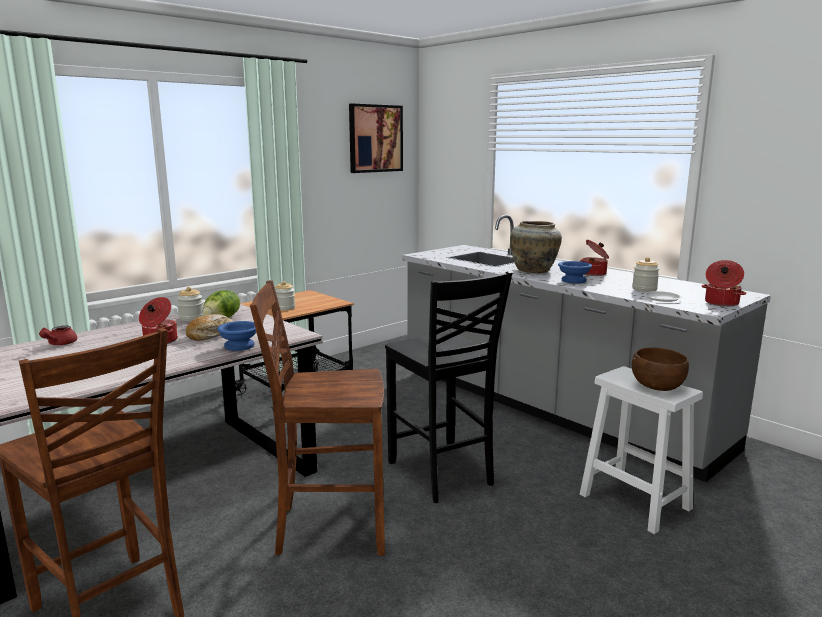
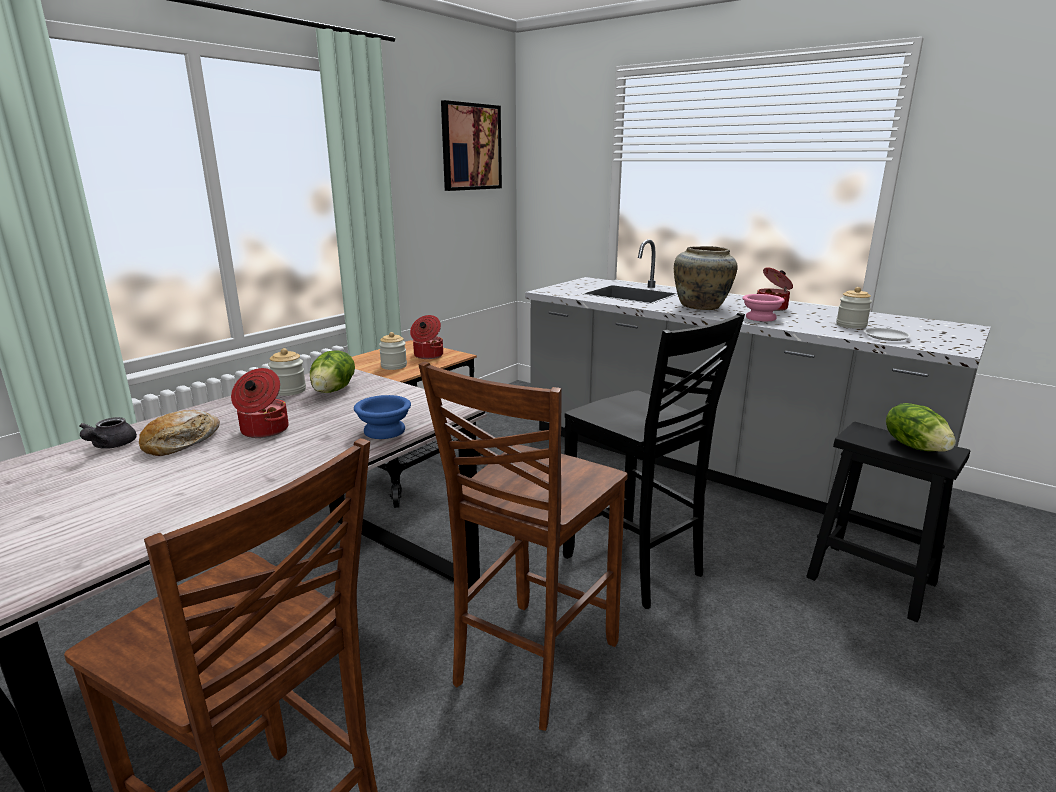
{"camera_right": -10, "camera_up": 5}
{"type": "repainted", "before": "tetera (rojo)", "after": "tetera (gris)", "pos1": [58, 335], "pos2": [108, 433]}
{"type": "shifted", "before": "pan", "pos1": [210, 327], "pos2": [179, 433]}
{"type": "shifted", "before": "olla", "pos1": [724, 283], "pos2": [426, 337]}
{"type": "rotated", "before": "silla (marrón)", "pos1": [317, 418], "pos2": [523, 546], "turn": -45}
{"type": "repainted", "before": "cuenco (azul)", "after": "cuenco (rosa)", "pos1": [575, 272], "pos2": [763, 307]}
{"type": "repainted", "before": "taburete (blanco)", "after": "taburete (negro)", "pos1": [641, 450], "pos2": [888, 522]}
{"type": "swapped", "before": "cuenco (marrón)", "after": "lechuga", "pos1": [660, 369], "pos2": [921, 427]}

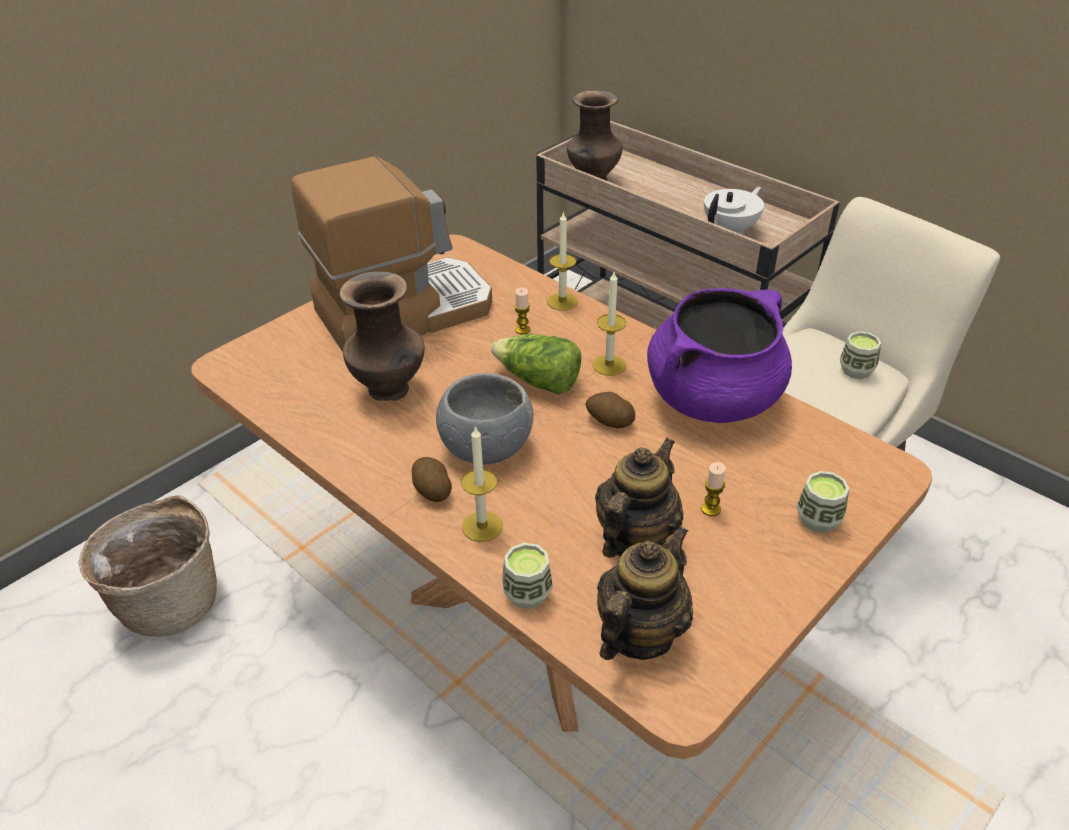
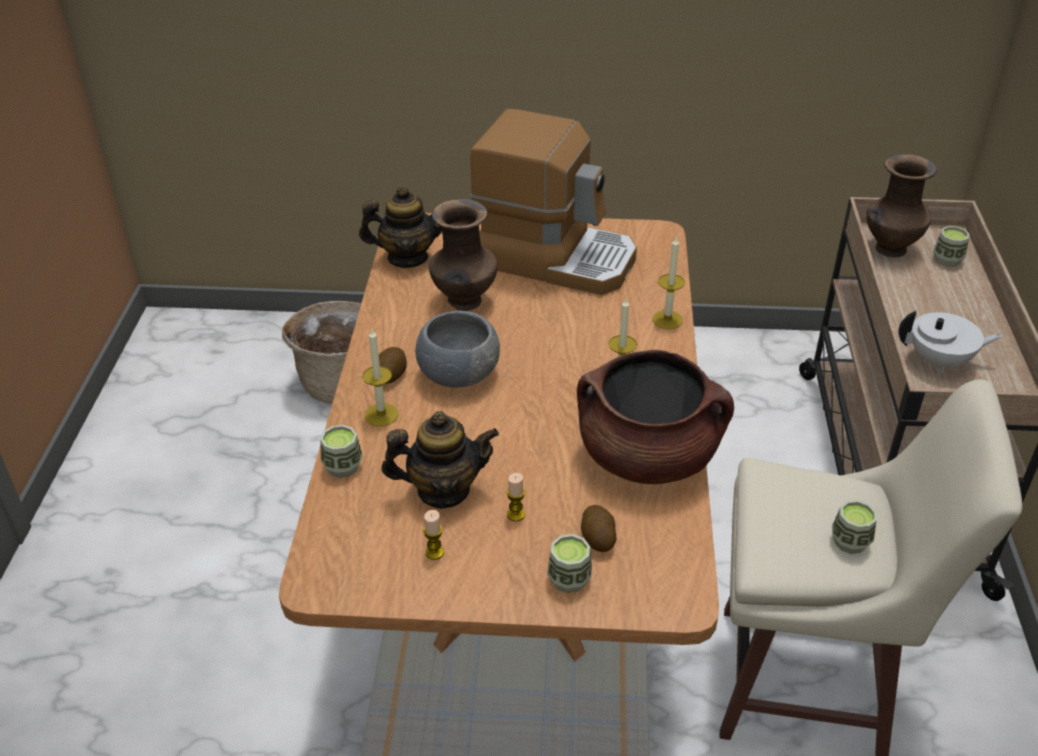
{"camera_right": 50, "camera_up": 0}
{"type": "shifted", "before": "tetera", "pos1": [645, 592], "pos2": [400, 227]}
{"type": "shifted", "before": "vela", "pos1": [522, 310], "pos2": [433, 535]}
{"type": "repainted", "before": "olla (morado)", "after": "olla (marrón)", "pos1": [719, 355], "pos2": [655, 417]}
{"type": "shifted", "before": "patata", "pos1": [610, 410], "pos2": [598, 528]}
{"type": "new", "after": "taza", "pos2": [951, 246]}
{"type": "gone", "before": "lechuga", "pos1": [536, 364]}

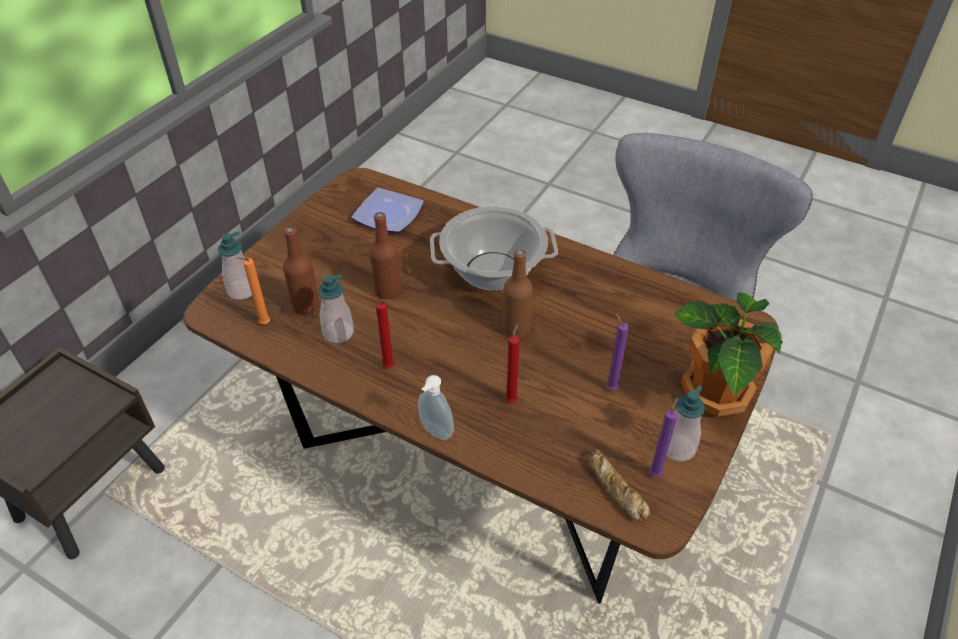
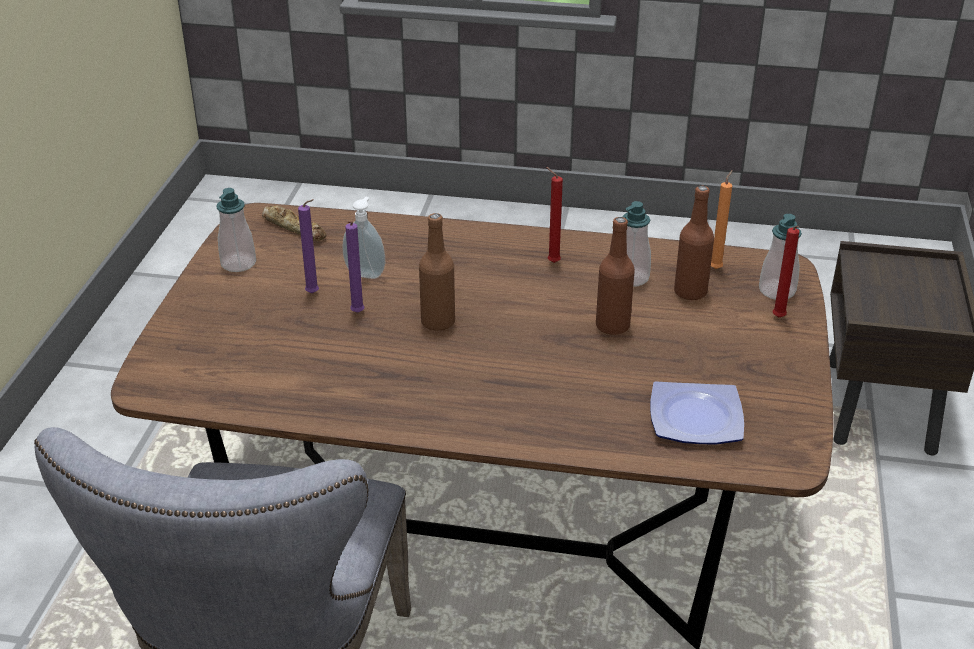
{"camera_right": 160, "camera_up": -10}
{"type": "shifted", "before": "dispensador de jabón", "pos1": [436, 407], "pos2": [363, 238]}
{"type": "shifted", "before": "vela (morado)", "pos1": [663, 437], "pos2": [354, 267]}
{"type": "shifted", "before": "vela (rojo)", "pos1": [512, 363], "pos2": [786, 272]}
{"type": "gone", "before": "olla", "pos1": [494, 248]}
{"type": "gone", "before": "planta en maceta", "pos1": [728, 354]}

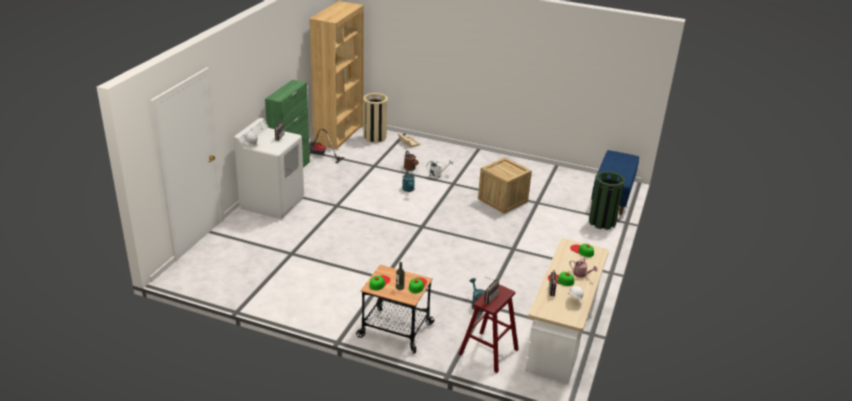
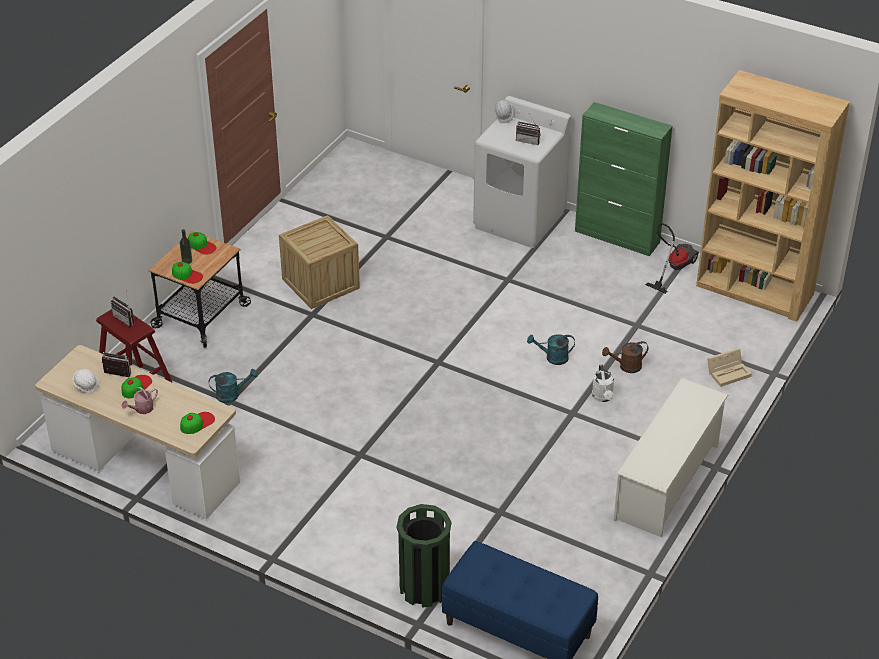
{"camera_right": 100, "camera_up": 10}
{"type": "shifted", "before": "caja de embalaje", "pos1": [505, 186], "pos2": [319, 262]}
{"type": "new", "after": "zapatero (blanco)", "pos2": [671, 457]}
{"type": "gone", "before": "papelera (beis)", "pos1": [375, 118]}

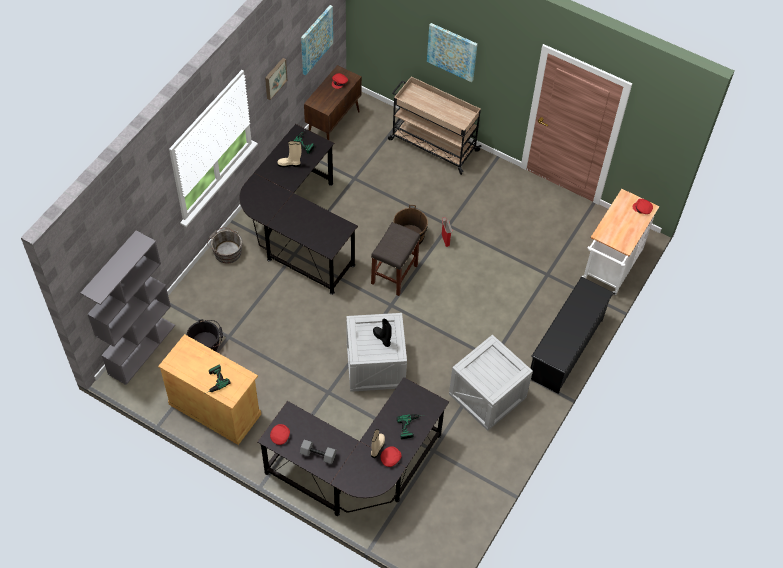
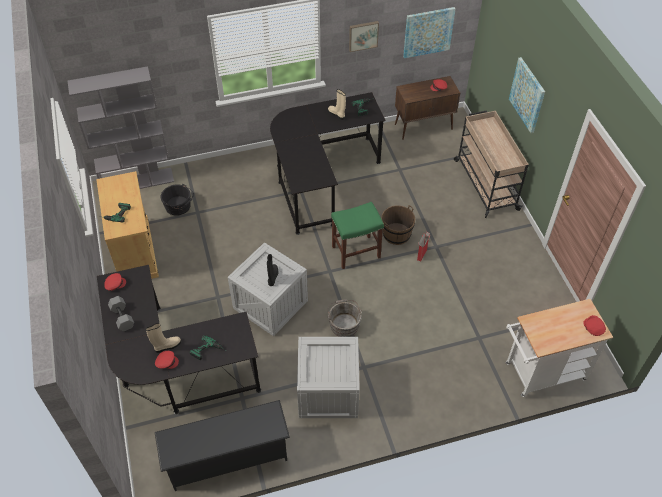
{"camera_right": 45, "camera_up": -5}
{"type": "shifted", "before": "zapatero (negro)", "pos1": [572, 335], "pos2": [222, 445]}
{"type": "shifted", "before": "cubo (gris)", "pos1": [224, 245], "pos2": [345, 318]}
{"type": "repainted", "before": "taburete (gris)", "after": "taburete (verde)", "pos1": [395, 259], "pos2": [357, 235]}

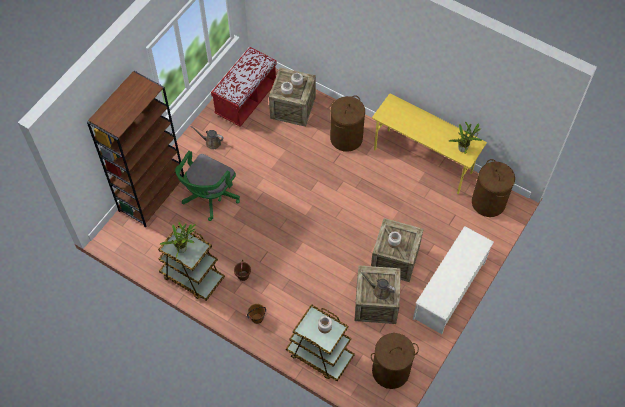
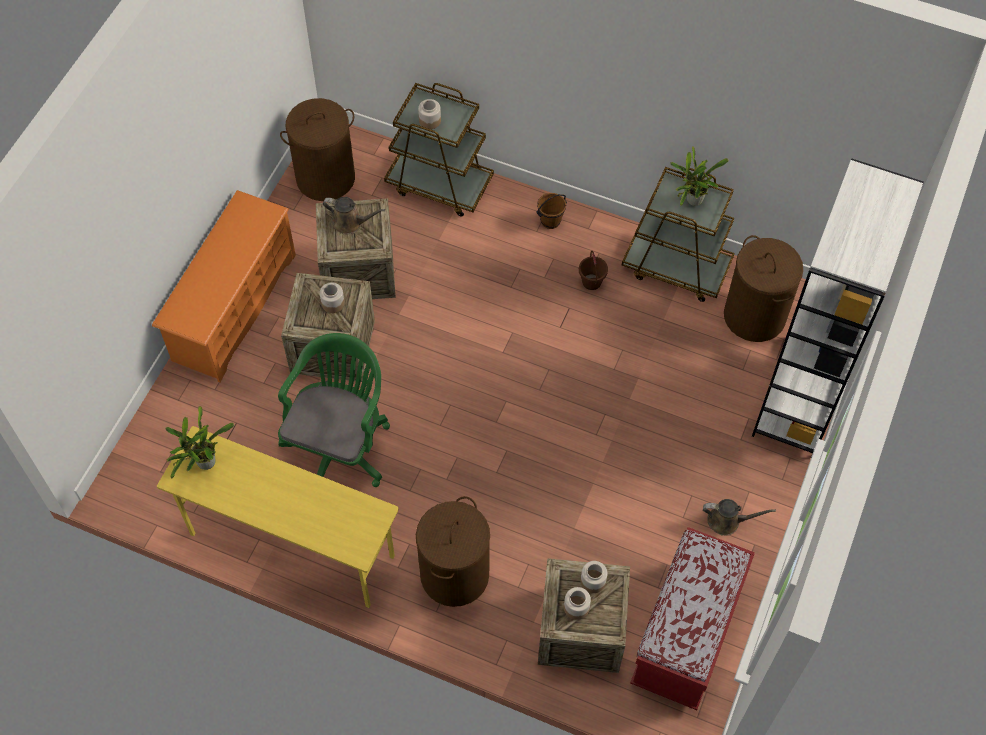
{"camera_right": 170, "camera_up": 0}
{"type": "repainted", "before": "zapatero (blanco)", "after": "zapatero (naranja)", "pos1": [453, 280], "pos2": [224, 286]}
{"type": "shifted", "before": "silla de oficina (verde)", "pos1": [207, 186], "pos2": [334, 410]}
{"type": "shifted", "before": "cesto de la ropa (marrón)", "pos1": [493, 188], "pos2": [763, 288]}
{"type": "repainted", "before": "estantería (marrón)", "after": "estantería (blanco)", "pos1": [135, 149], "pos2": [838, 307]}

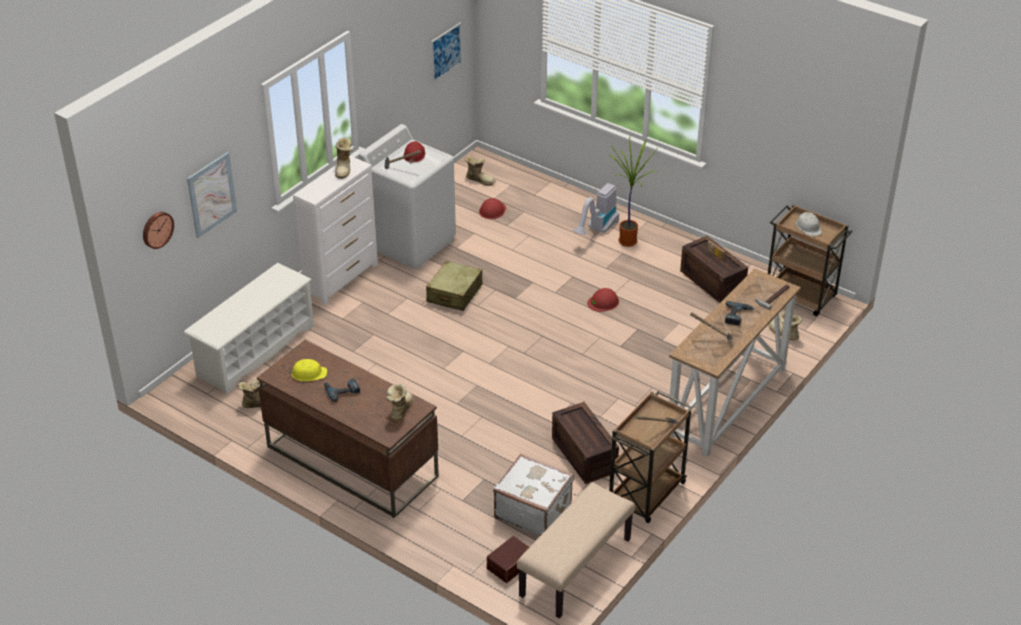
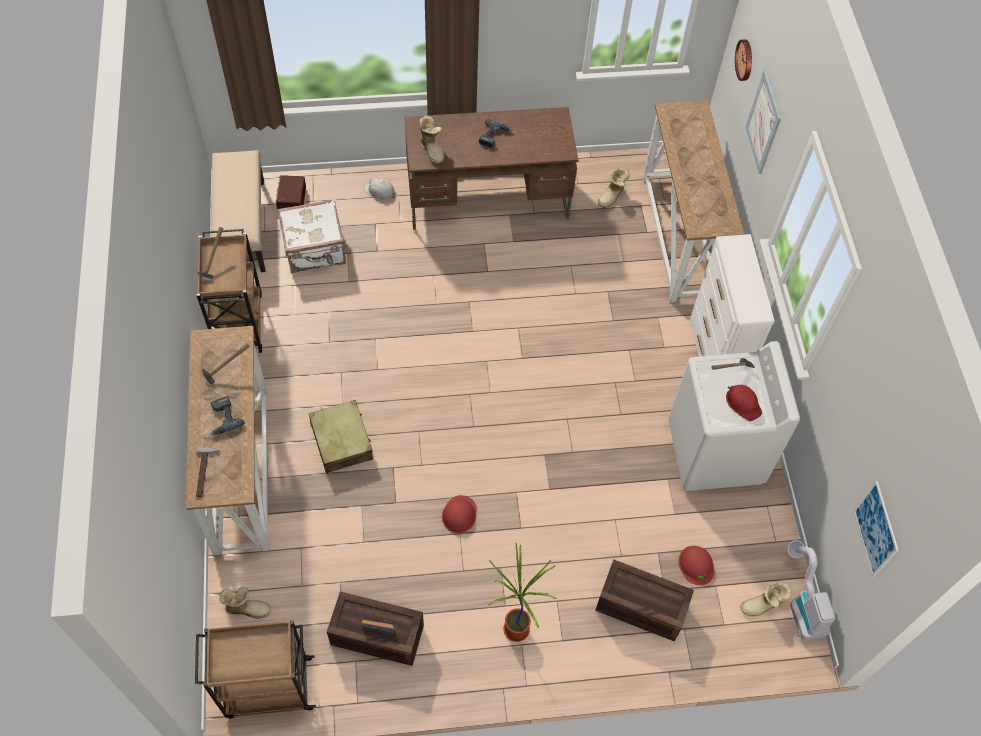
{"camera_right": 135, "camera_up": 20}
{"type": "shifted", "before": "maleta (beis)", "pos1": [454, 286], "pos2": [340, 436]}
{"type": "shifted", "before": "casco (blanco)", "pos1": [809, 224], "pos2": [380, 189]}
{"type": "shifted", "before": "caja de embalaje", "pos1": [585, 443], "pos2": [644, 600]}
{"type": "swapped", "before": "zapatero (blanco)", "after": "mesa consola", "pos1": [249, 329], "pos2": [693, 201]}
{"type": "shifted", "before": "aspiradora", "pos1": [596, 208], "pos2": [811, 590]}
{"type": "gone", "before": "casco (amarillo)", "pos1": [308, 370]}
{"type": "gone", "before": "bota", "pos1": [344, 158]}

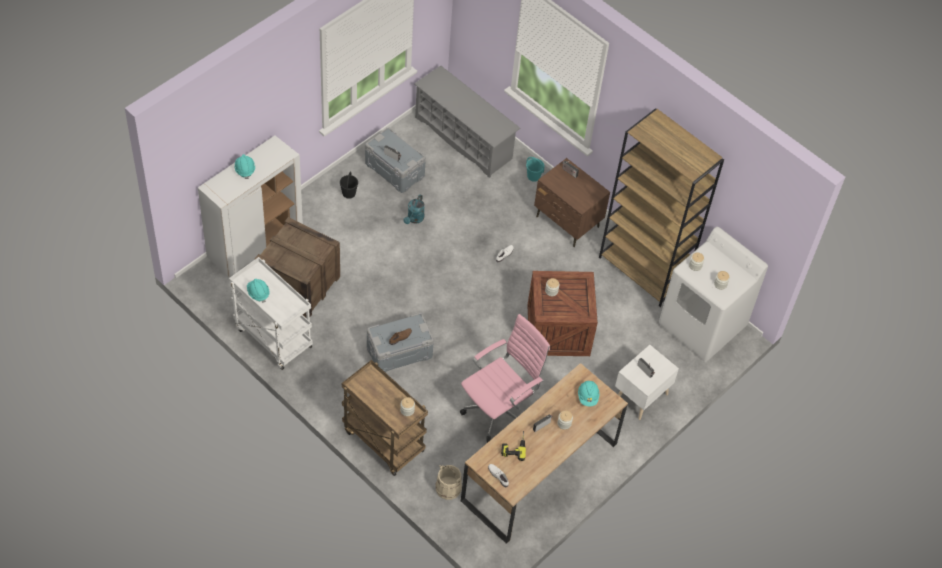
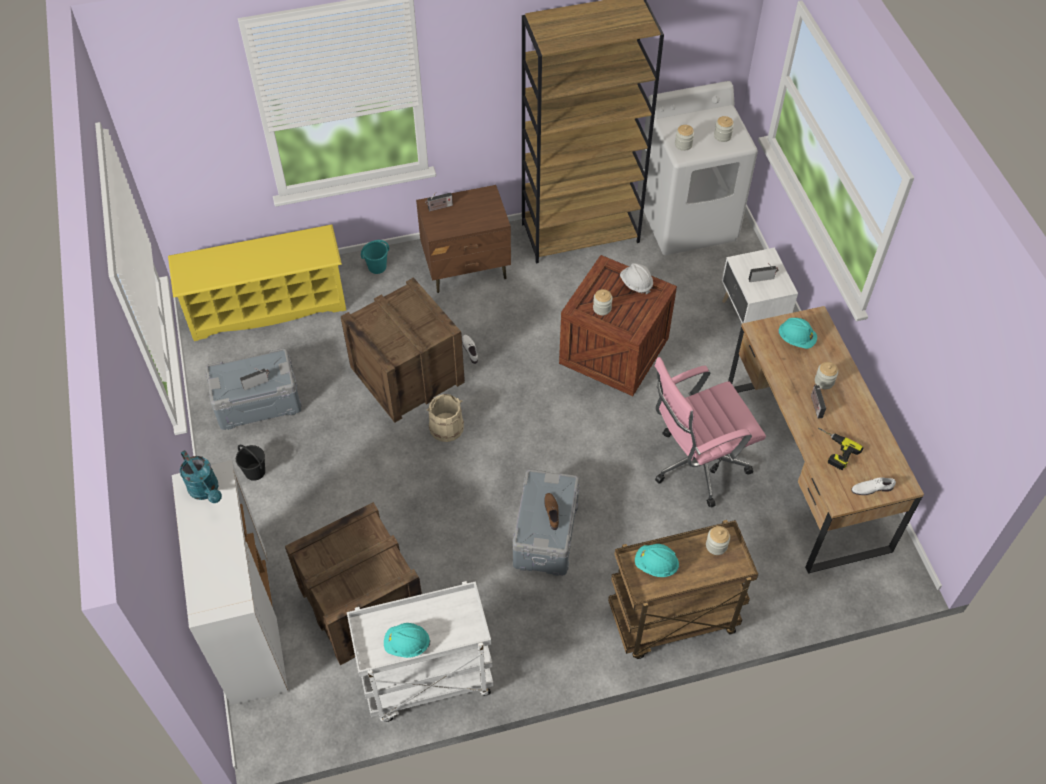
{"camera_right": -55, "camera_up": 0}
{"type": "repainted", "before": "zapatero (gris)", "after": "zapatero (amarillo)", "pos1": [467, 121], "pos2": [257, 282]}
{"type": "shifted", "before": "regadera (turquesa)", "pos1": [414, 209], "pos2": [201, 476]}
{"type": "new", "after": "caja de embalaje", "pos2": [403, 350]}
{"type": "shifted", "before": "cubo (beis)", "pos1": [449, 482], "pos2": [445, 418]}
{"type": "new", "after": "casco (blanco)", "pos2": [636, 278]}
{"type": "shifted", "before": "casco (turquesa)", "pos1": [245, 166], "pos2": [657, 560]}
{"type": "rotated", "before": "silla de oficina (rosa)", "pos1": [505, 378], "pos2": [710, 432], "turn": -105}

